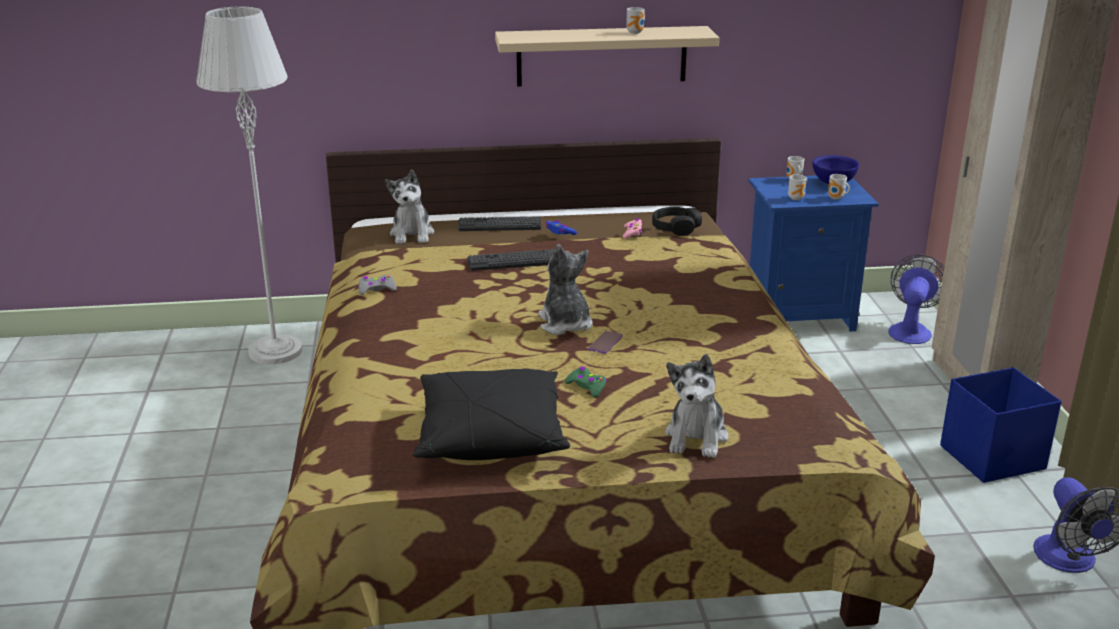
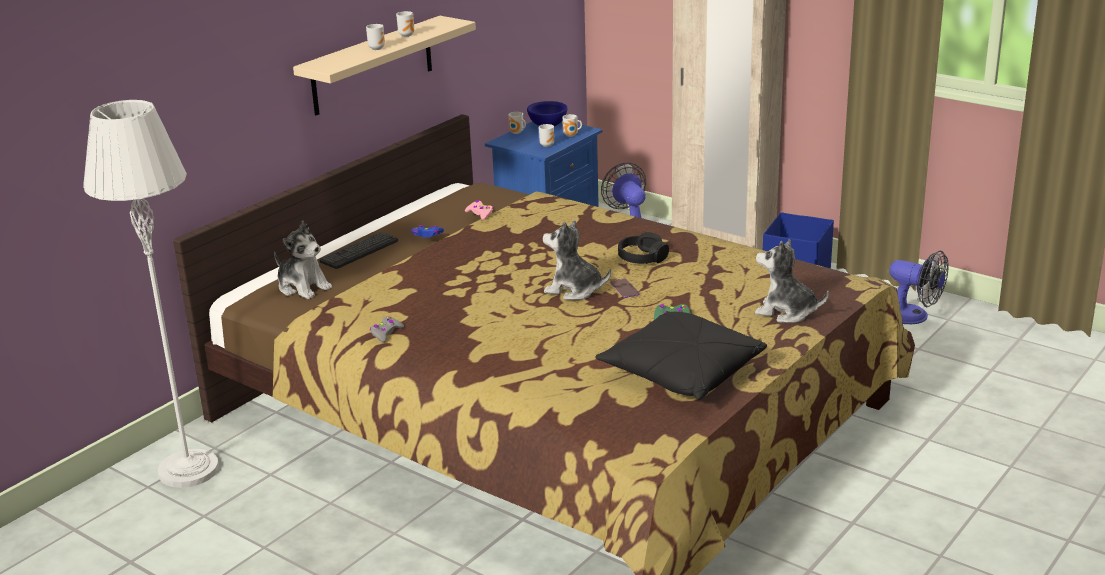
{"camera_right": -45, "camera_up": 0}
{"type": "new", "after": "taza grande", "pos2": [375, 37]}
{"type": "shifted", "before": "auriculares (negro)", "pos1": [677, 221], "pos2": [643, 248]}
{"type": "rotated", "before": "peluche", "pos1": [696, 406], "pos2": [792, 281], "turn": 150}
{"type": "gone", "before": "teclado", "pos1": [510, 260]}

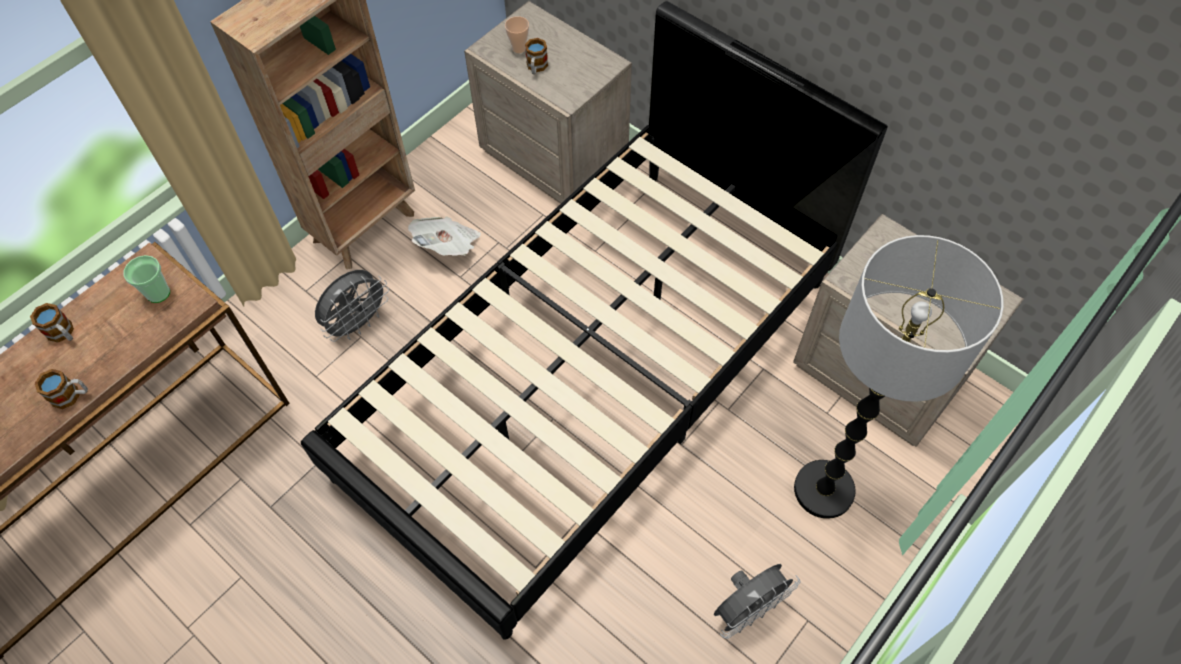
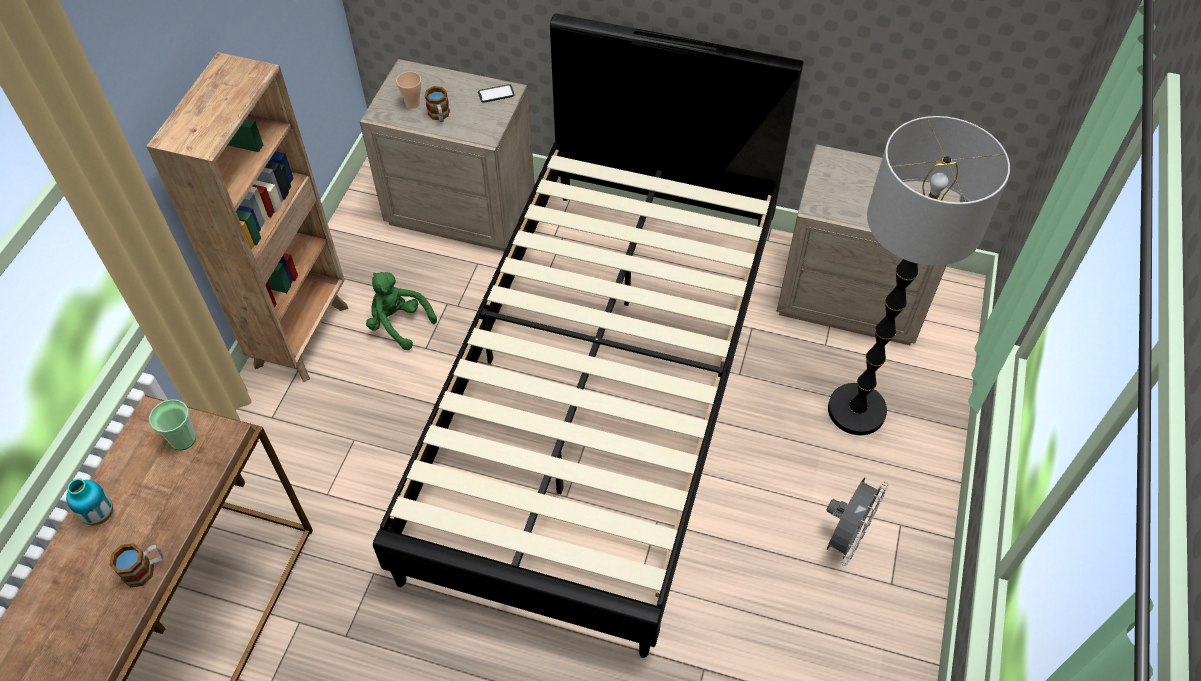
{"camera_right": -25, "camera_up": -5}
{"type": "swapped", "before": "taza grande", "after": "florero", "pos1": [52, 323], "pos2": [89, 502]}
{"type": "swapped", "before": "periódico", "after": "peluche (verde)", "pos1": [444, 236], "pos2": [401, 311]}
{"type": "new", "after": "móvil", "pos2": [496, 93]}
{"type": "gone", "before": "ventilador (gris)", "pos1": [352, 306]}

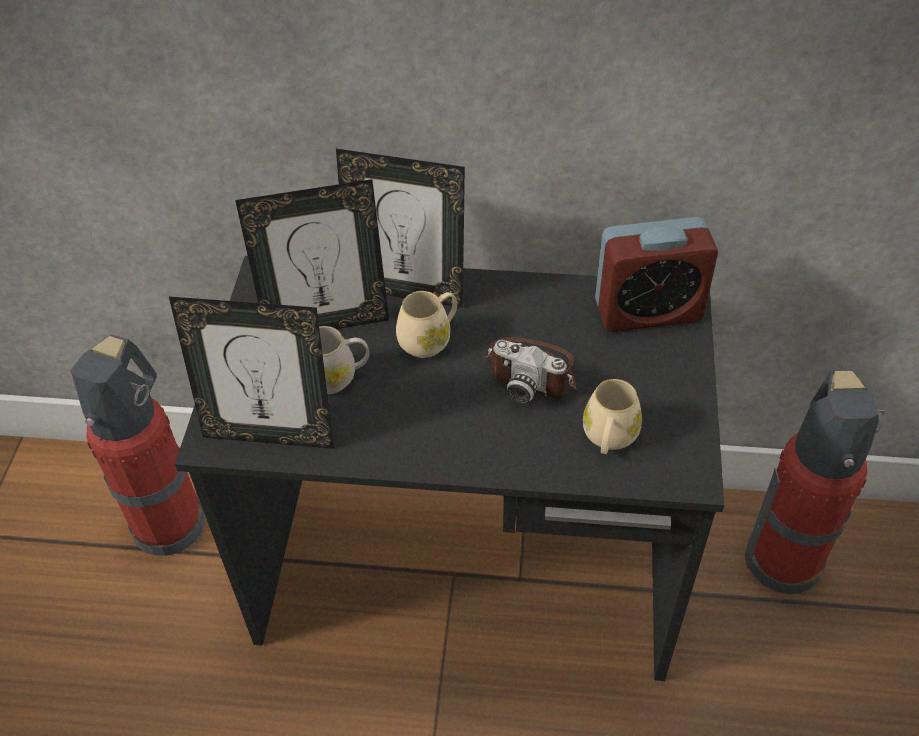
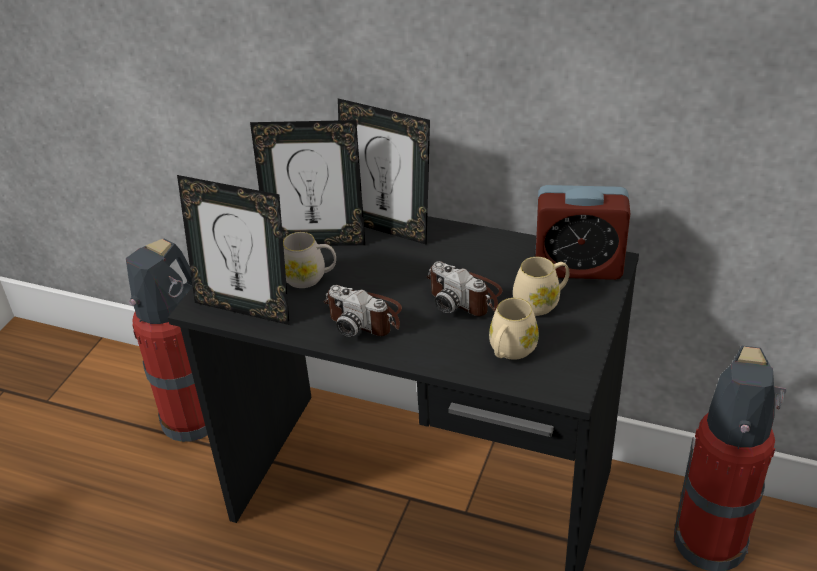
{"camera_right": 15, "camera_up": -10}
{"type": "new", "after": "cámara", "pos2": [362, 311]}
{"type": "shifted", "before": "taza grande (beis)", "pos1": [426, 324], "pos2": [541, 286]}

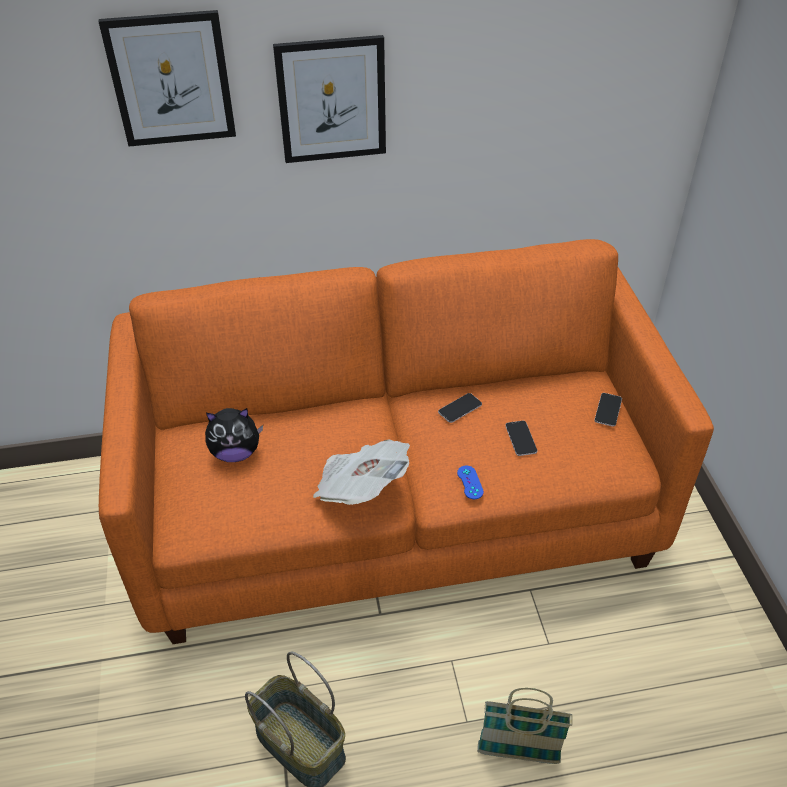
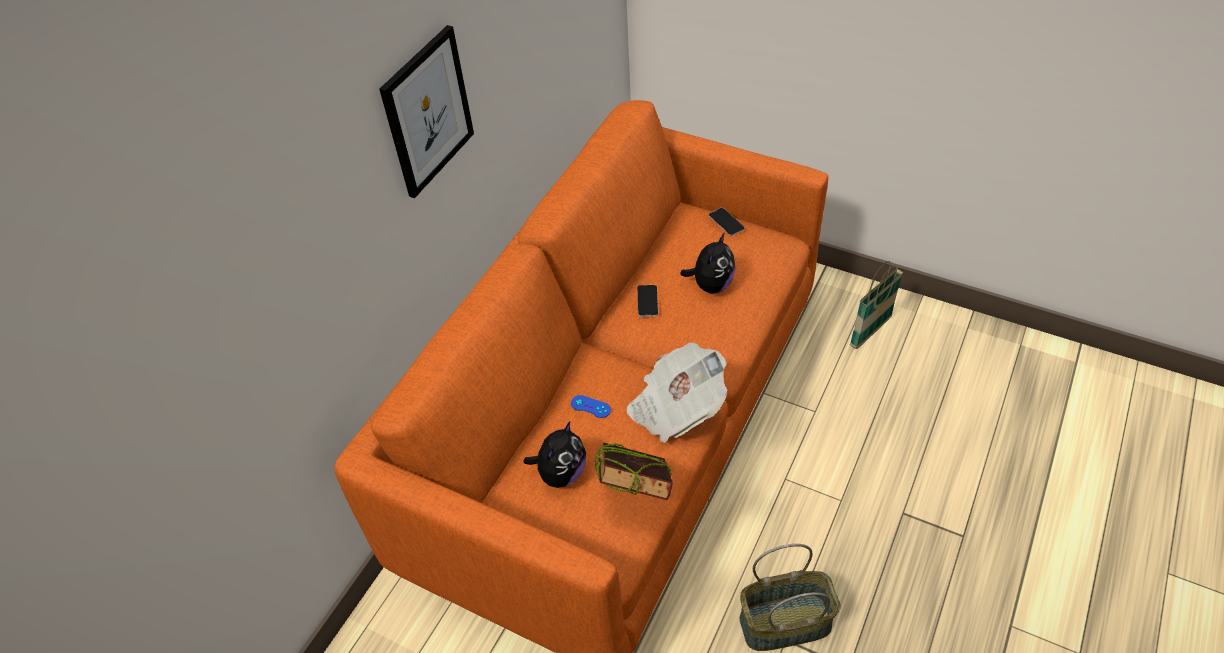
{"camera_right": -50, "camera_up": 5}
{"type": "shifted", "before": "mando de consola (azul)", "pos1": [470, 482], "pos2": [591, 406]}
{"type": "new", "after": "libro", "pos2": [634, 471]}
{"type": "swapped", "before": "móvil", "after": "peluche", "pos1": [521, 438], "pos2": [708, 263]}
{"type": "shifted", "before": "cesta", "pos1": [524, 726], "pos2": [877, 305]}
{"type": "gone", "before": "cuadro", "pos1": [167, 78]}

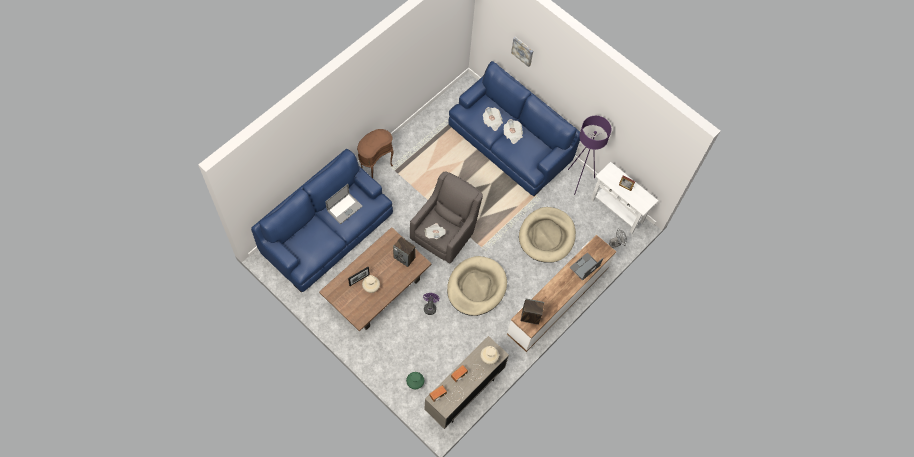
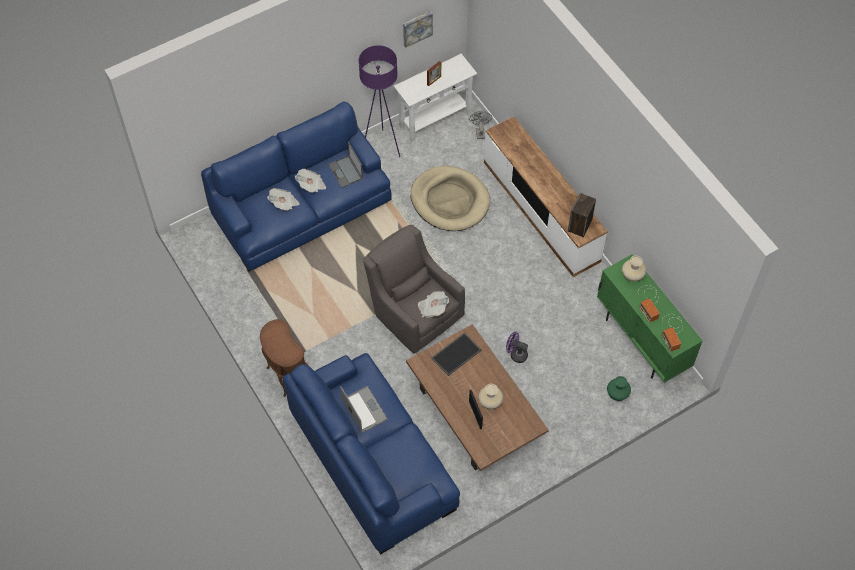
{"camera_right": -70, "camera_up": -5}
{"type": "shifted", "before": "portátil", "pos1": [586, 267], "pos2": [345, 164]}
{"type": "shifted", "before": "cuadro", "pos1": [522, 52], "pos2": [418, 29]}
{"type": "swapped", "before": "altavoz", "after": "bandeja", "pos1": [404, 252], "pos2": [456, 354]}
{"type": "repainted", "before": "armario (beis)", "after": "armario (verde)", "pos1": [466, 382], "pos2": [650, 318]}
{"type": "gone", "before": "cama para perro (beis)", "pos1": [477, 286]}

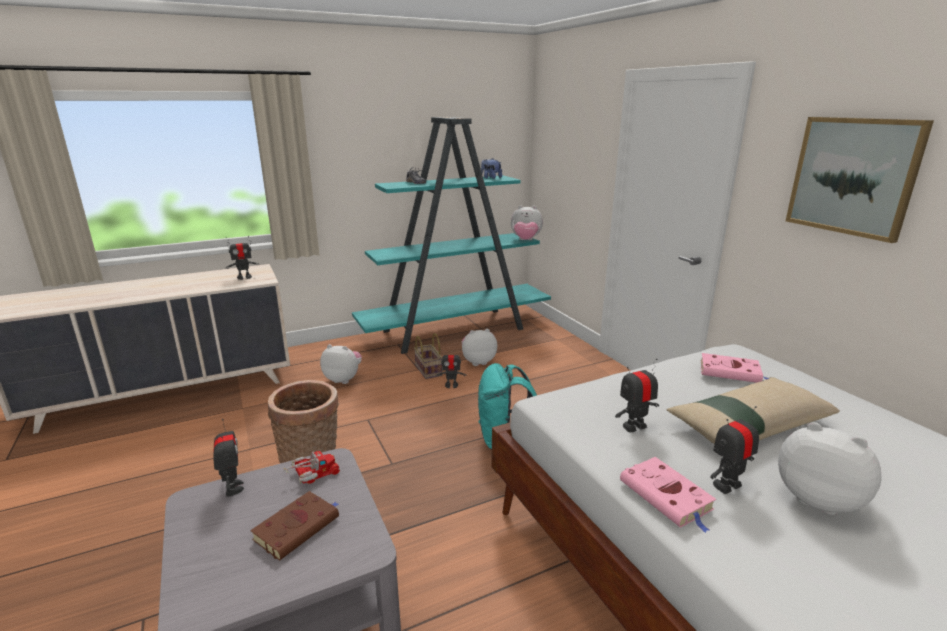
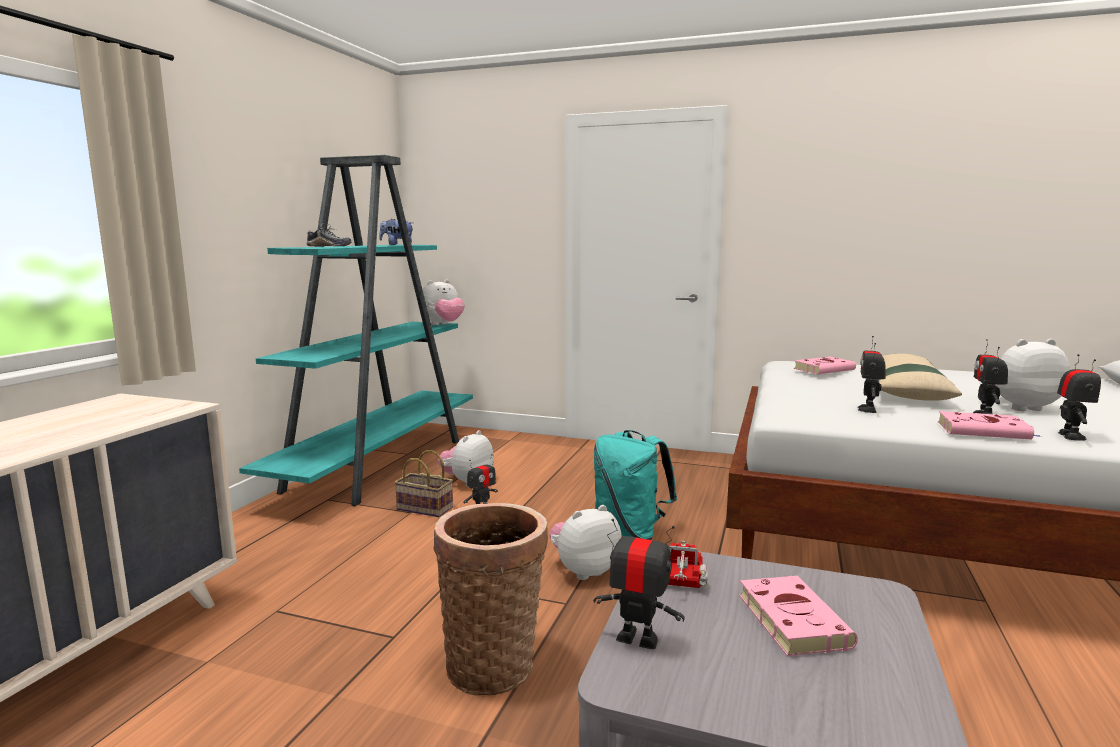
{"camera_right": -45, "camera_up": -10}
{"type": "shifted", "before": "peluche", "pos1": [341, 364], "pos2": [585, 542]}
{"type": "repainted", "before": "libro (marrón)", "after": "libro (rosa)", "pos1": [294, 526], "pos2": [798, 616]}
{"type": "shifted", "before": "robot de juguete", "pos1": [242, 258], "pos2": [1079, 397]}
{"type": "gone", "before": "cuadro", "pos1": [860, 180]}

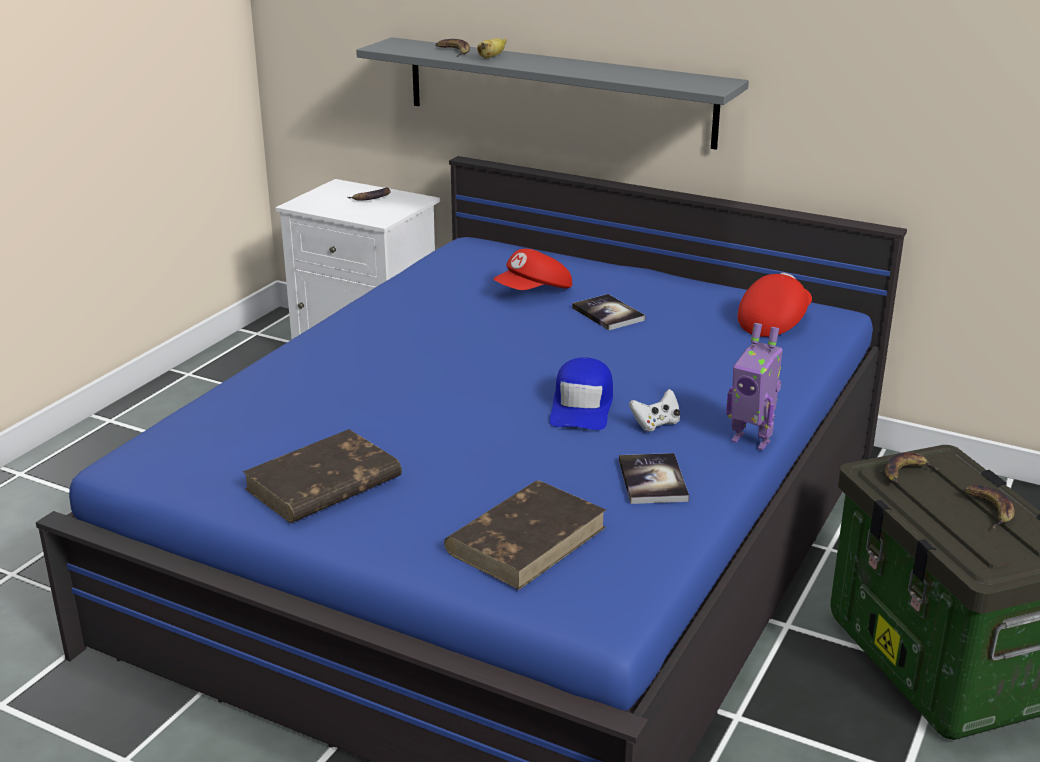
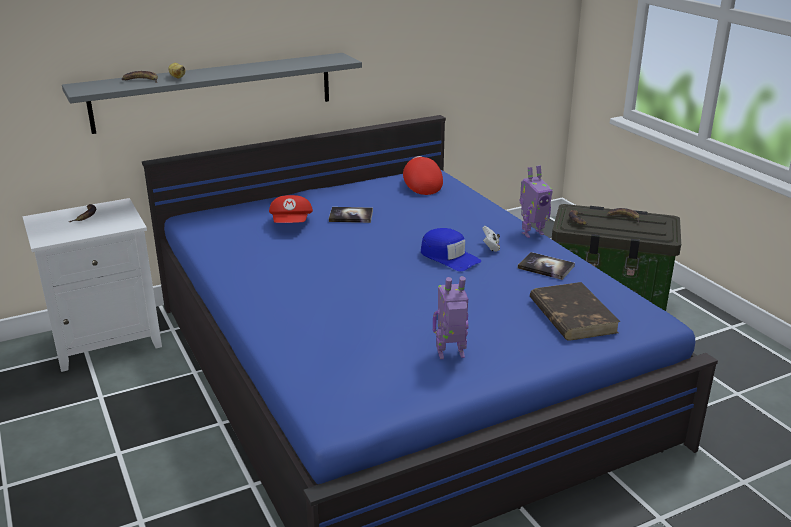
{"camera_right": -55, "camera_up": 0}
{"type": "swapped", "before": "libro (marrón)", "after": "robot de juguete", "pos1": [322, 476], "pos2": [450, 317]}

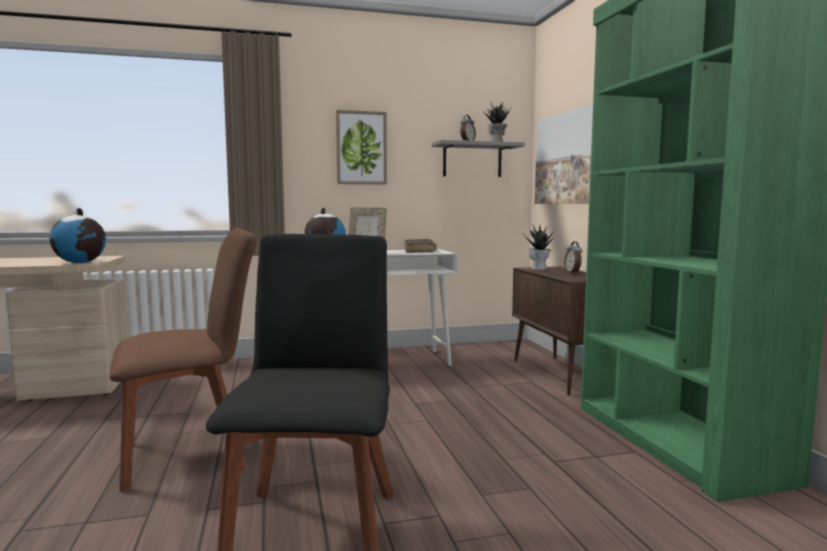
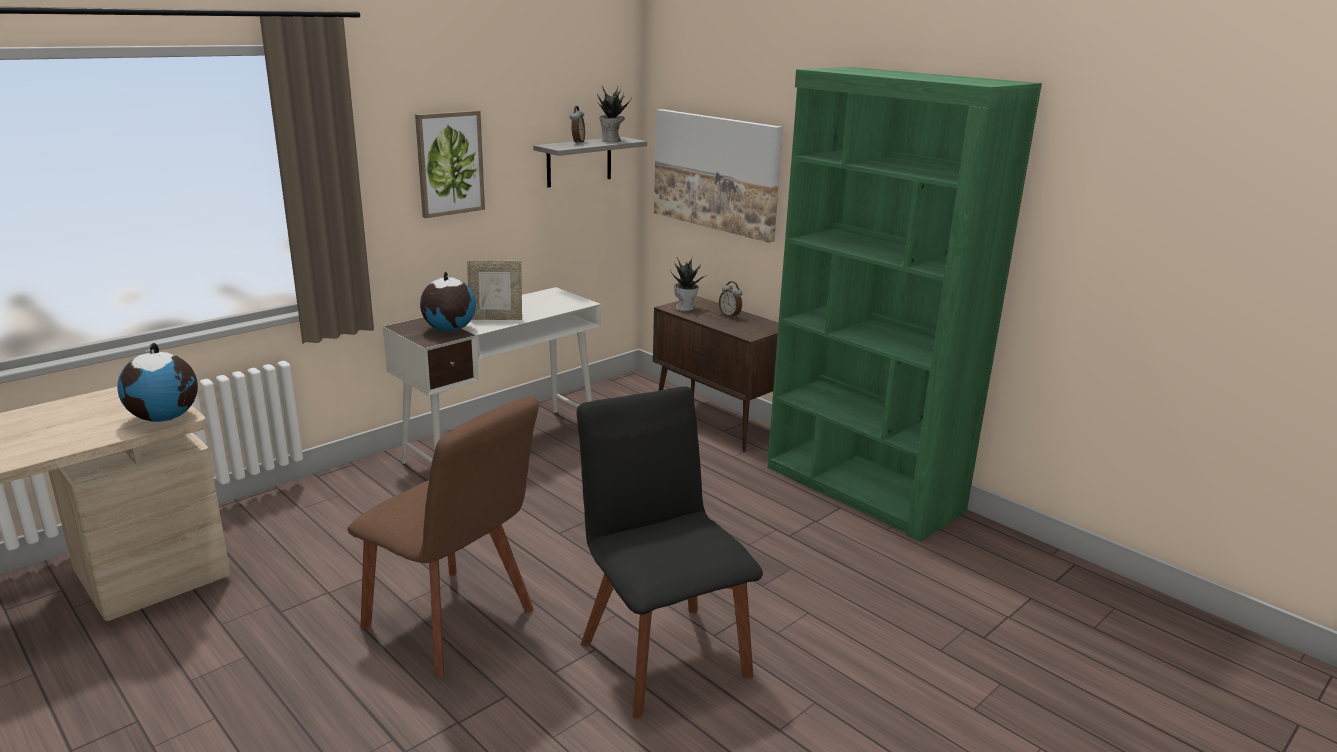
{"camera_right": -30, "camera_up": 15}
{"type": "rotated", "before": "silla (marrón)", "pos1": [183, 359], "pos2": [443, 536], "turn": 90}
{"type": "gone", "before": "libro (marrón)", "pos1": [420, 246]}

